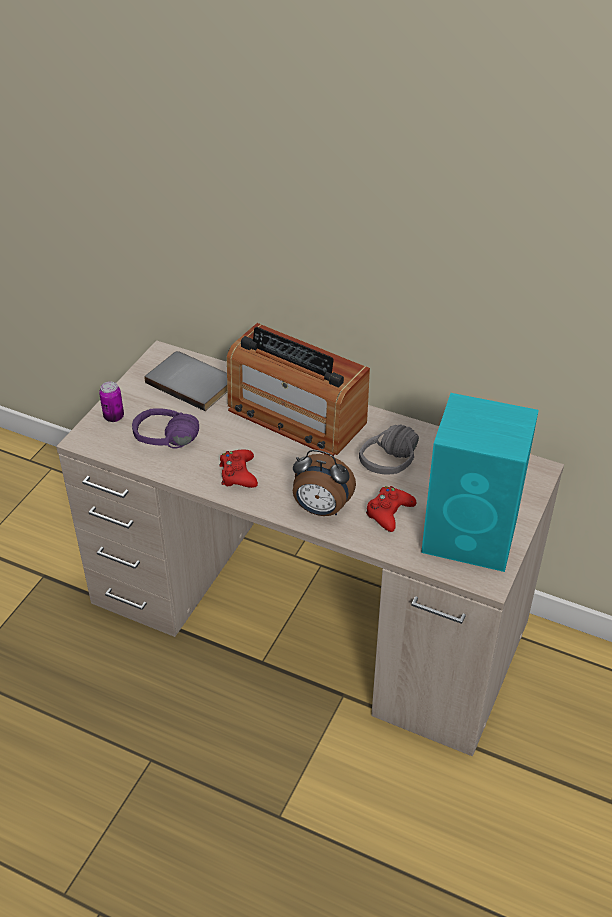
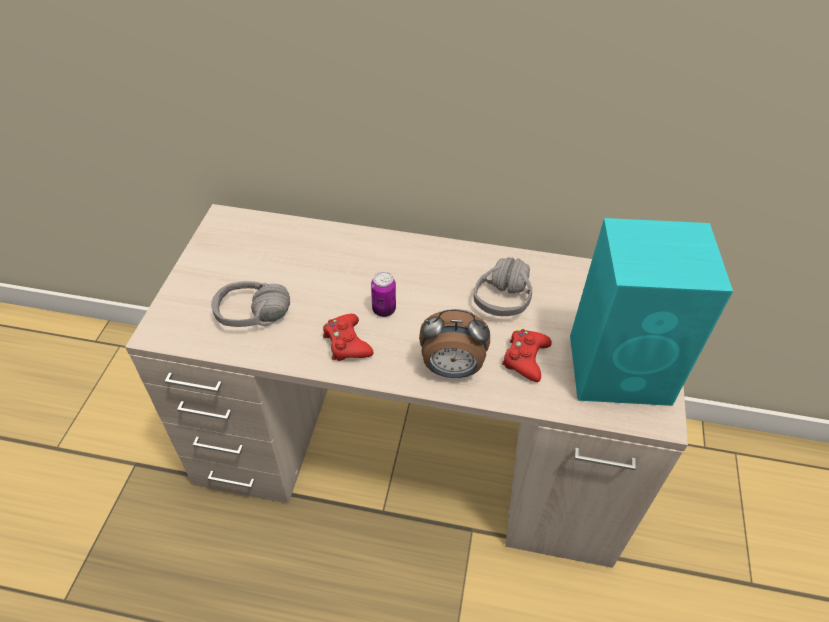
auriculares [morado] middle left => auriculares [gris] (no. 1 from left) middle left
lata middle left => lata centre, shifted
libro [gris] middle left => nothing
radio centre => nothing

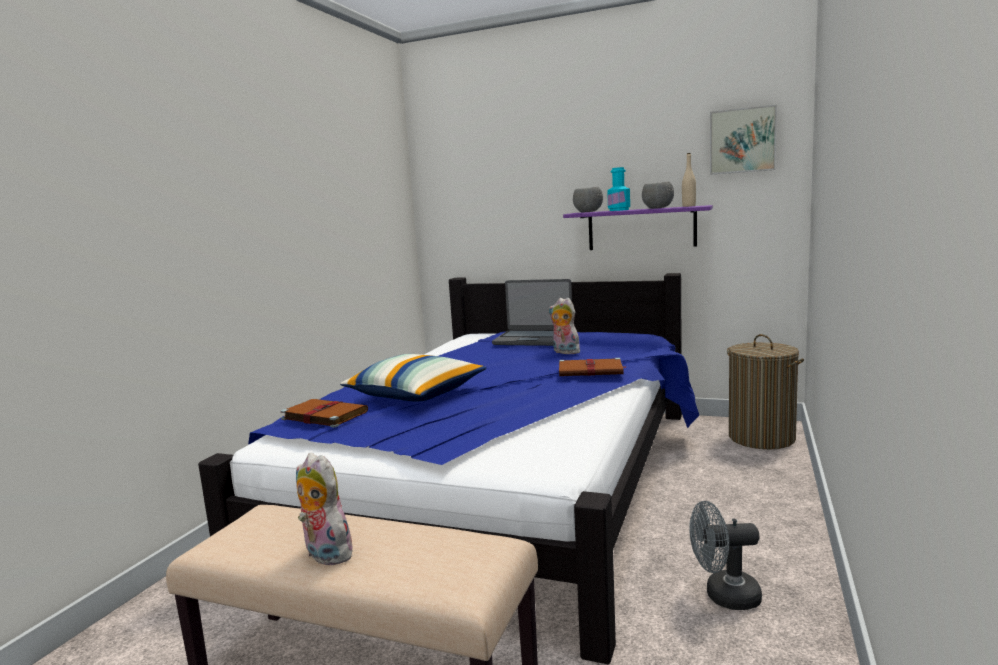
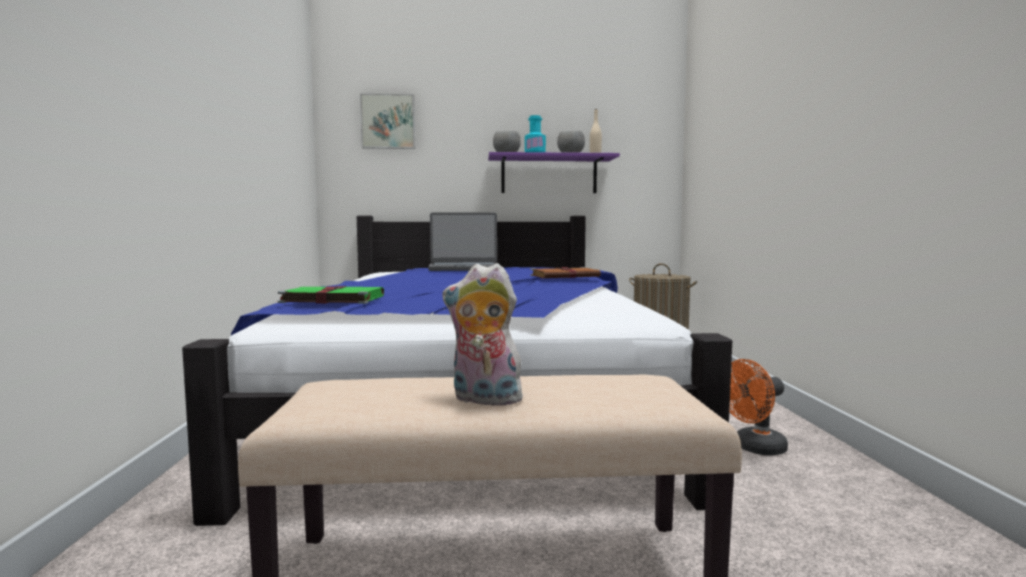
libro [marrón] (no. 1 from left) middle left => libro [verde] middle left
cuadro top right => cuadro top centre, shifted
ventilador [gris] bottom right => ventilador [naranja] bottom right
cojín centre => nothing
peluche (no. 2 from left) centre => nothing

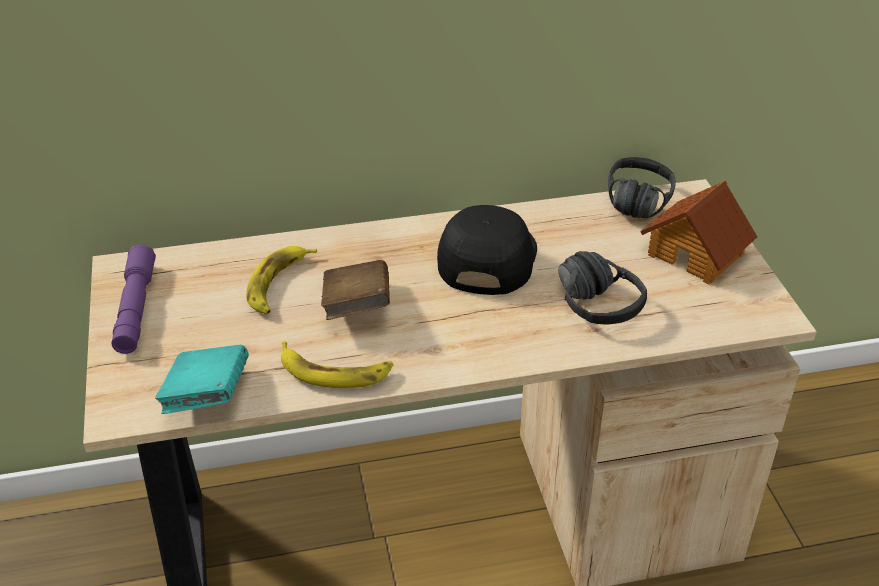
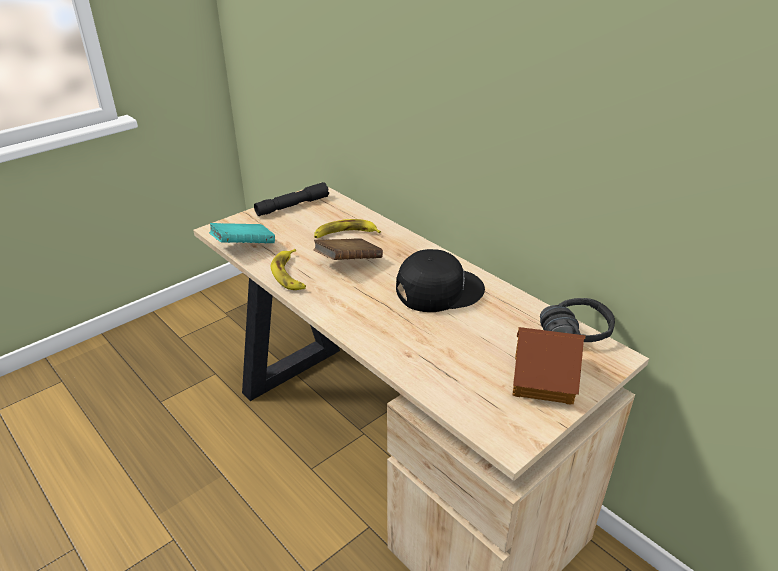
linterna [morado] middle left => linterna [negro] centre
auriculares [negro] (no. 1 from left) middle right => nothing

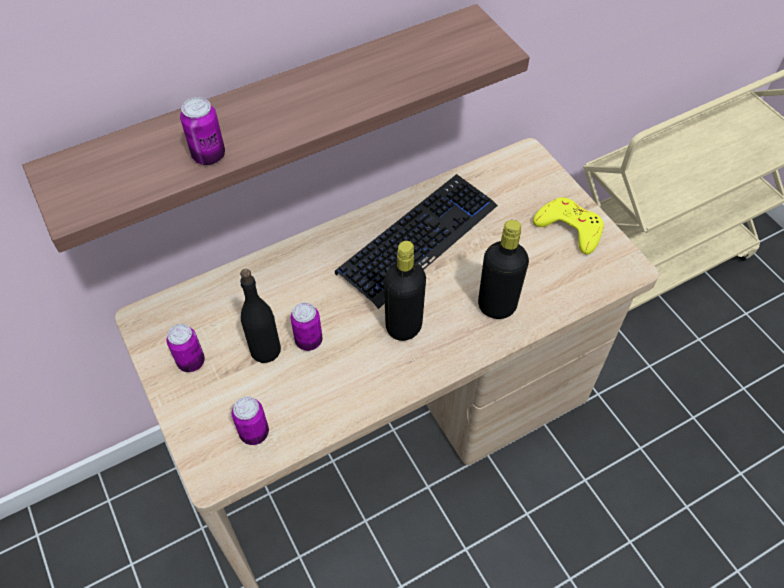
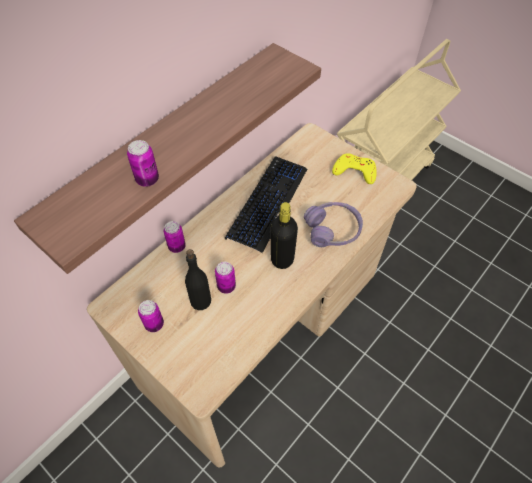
lata (no. 3 from left) bottom left => lata (no. 3 from left) middle left, shifted
botella [negro] (no. 3 from left) centre => auriculares [morado] centre

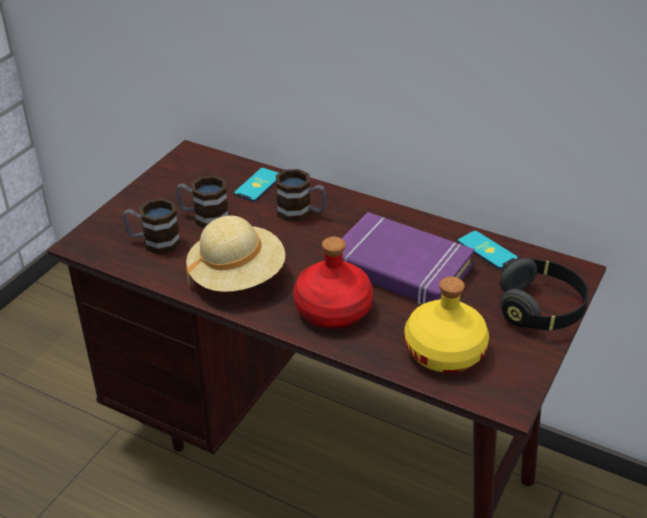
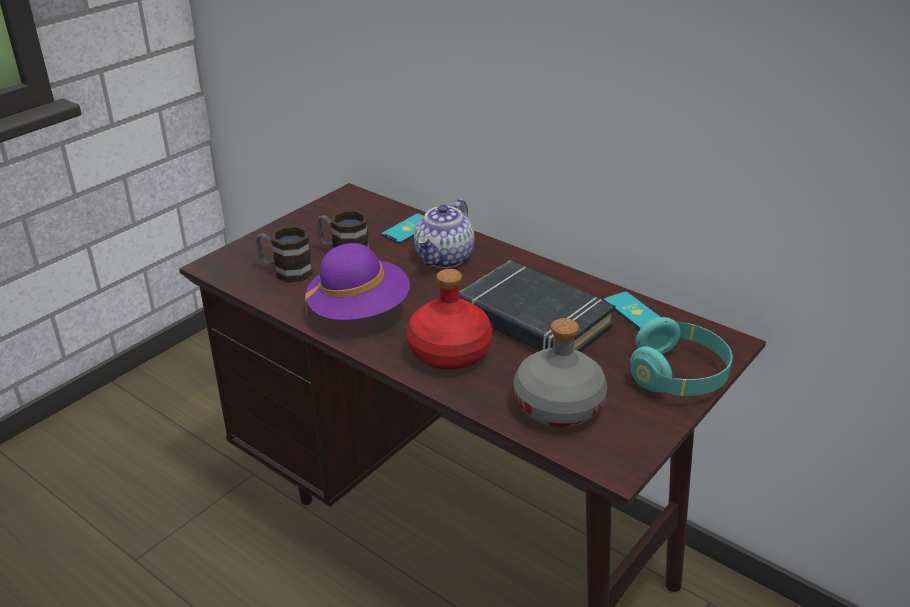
sombrero [beis] centre => sombrero [morado] centre
taza grande (no. 3 from left) centre => tetera centre
libro [morado] centre => libro [negro] centre
botella [amarillo] middle right => botella [gris] centre
auriculares [negro] middle right => auriculares [turquesa] middle right

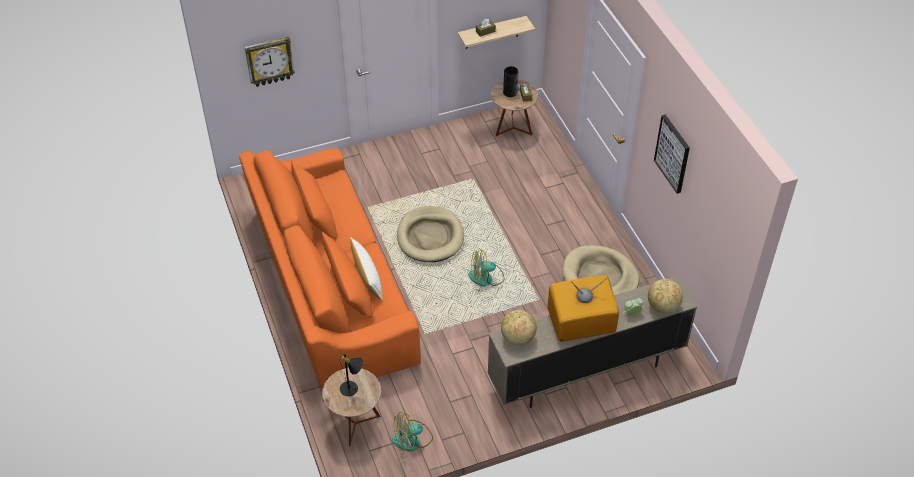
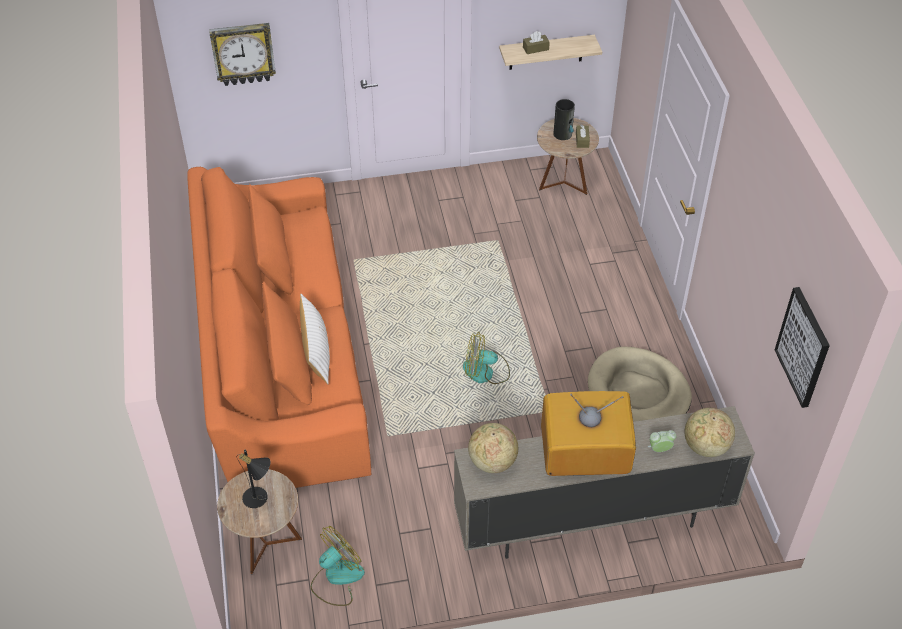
ventilador (no. 1 from left) bottom centre, 150 degrees clockwise
cuadro top right => cuadro middle right, shifted
cama para perro [beis] (no. 1 from left) centre => nothing

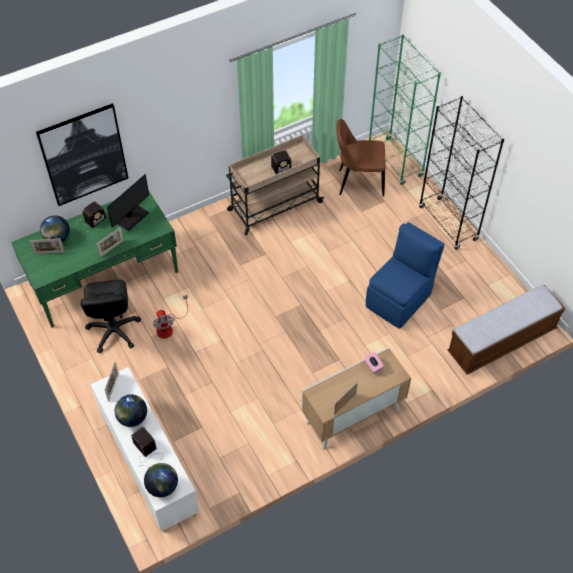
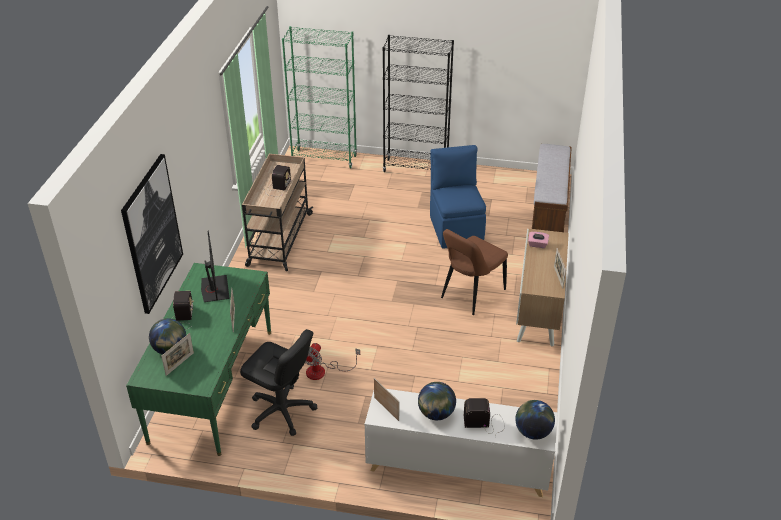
ventilador middle left => ventilador bottom centre, 90 degrees clockwise
silla [marrón] top centre => silla [marrón] centre, shifted

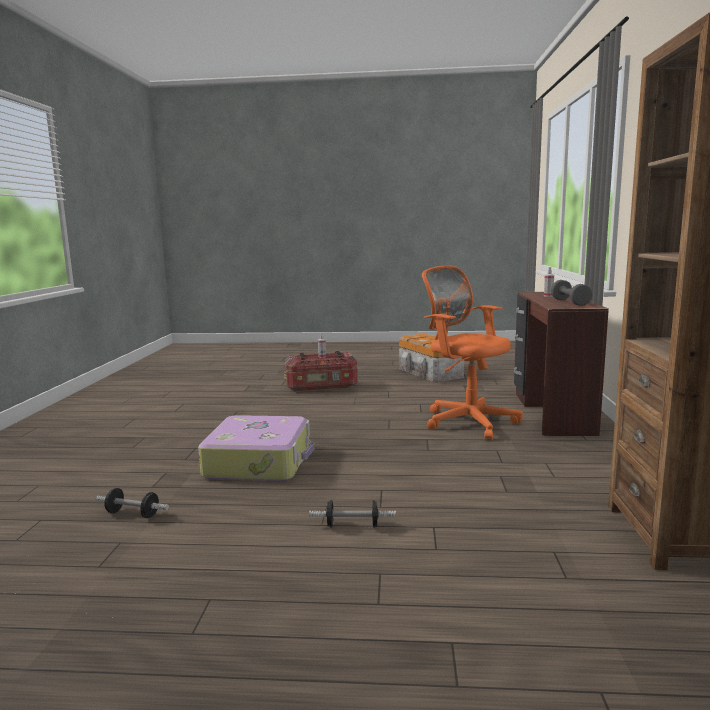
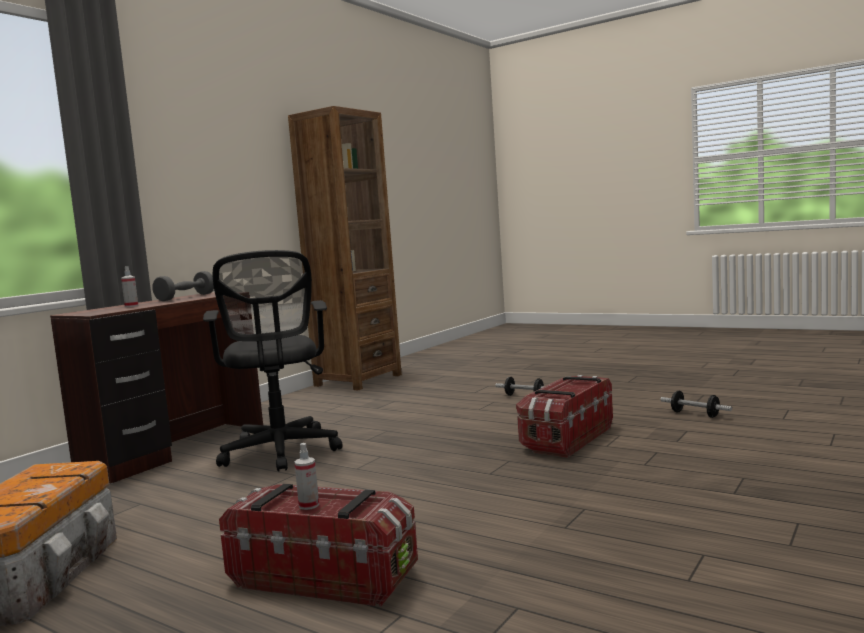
silla de oficina [naranja] centre => silla de oficina [negro] middle left
maleta centre => caja de almacenaje (no. 3 from left) centre

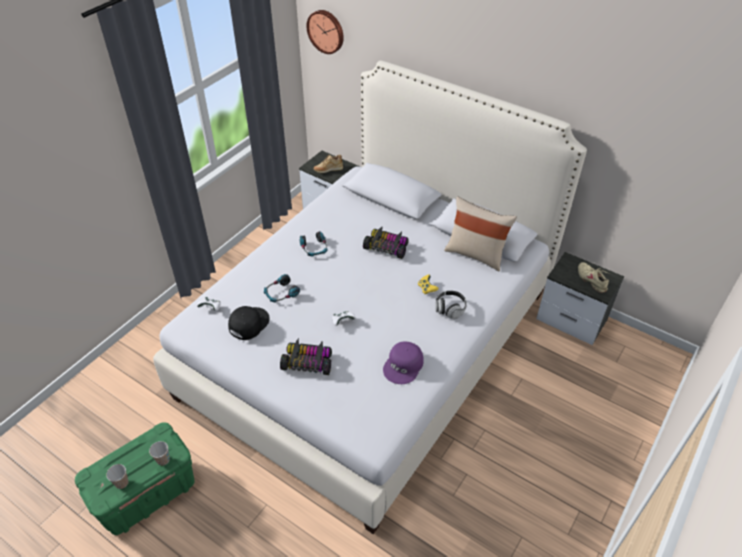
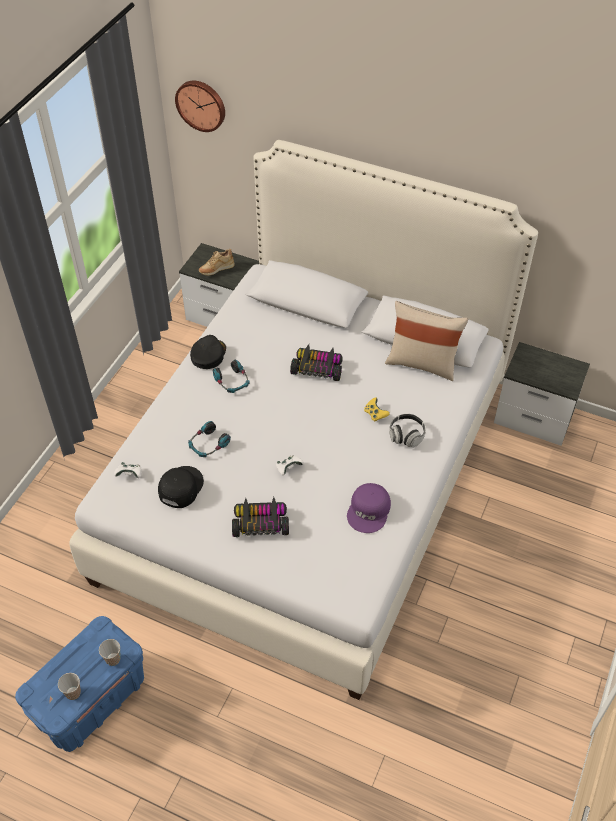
caja de almacenaje [verde] bottom left => caja de almacenaje [azul] bottom left
nothing => gorra [negro] (no. 2 from left) centre
zapato [beis] (no. 2 from left) middle right => nothing

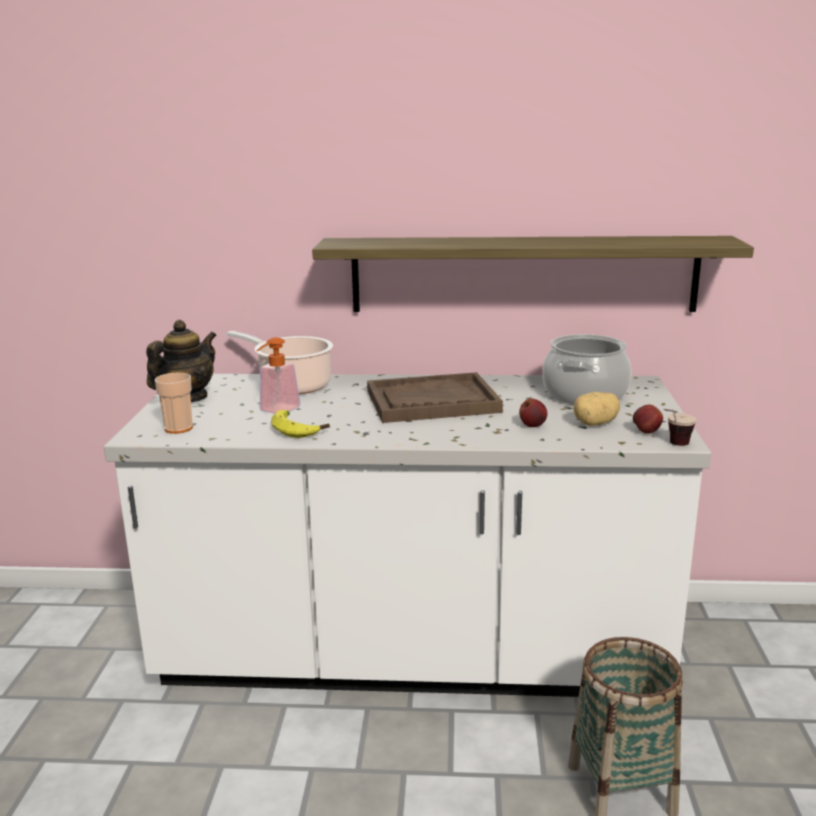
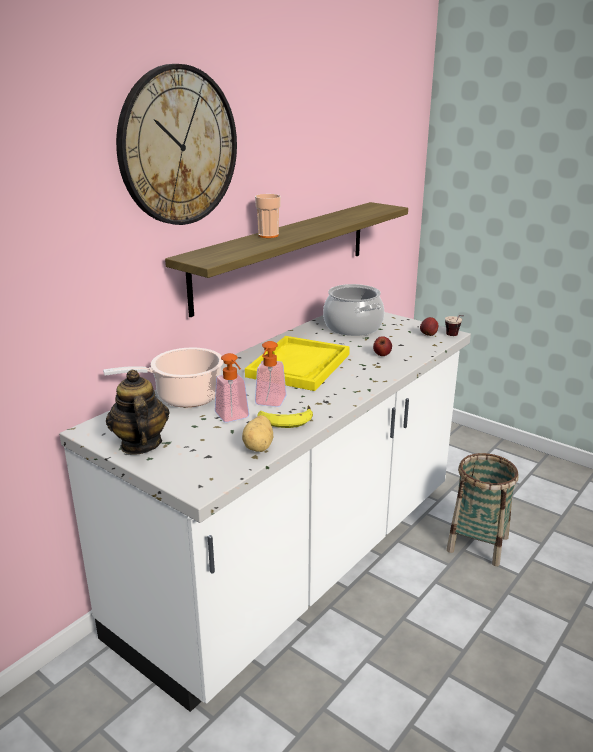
nothing => reloj de pared top left
patata middle right => patata centre, shifted
bandeja [marrón] centre => bandeja [amarillo] centre
taza (no. 1 from left) middle left => taza (no. 1 from left) top centre, shifted
nothing => dispensador de jabón (no. 2 from left) centre

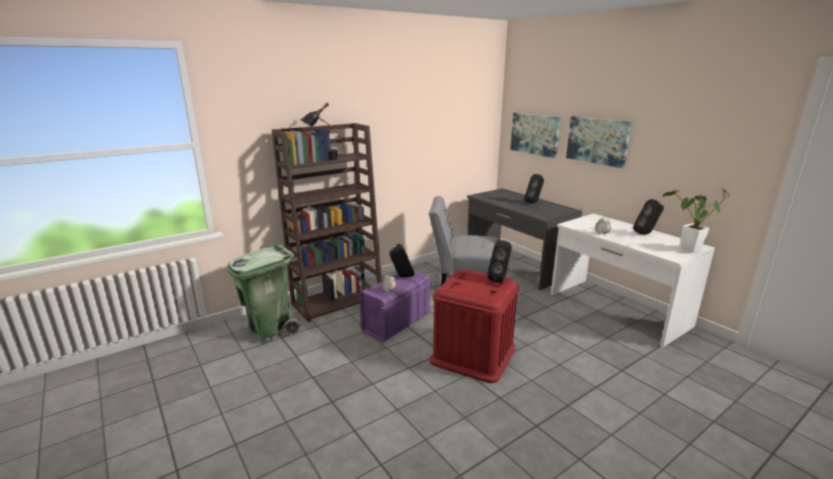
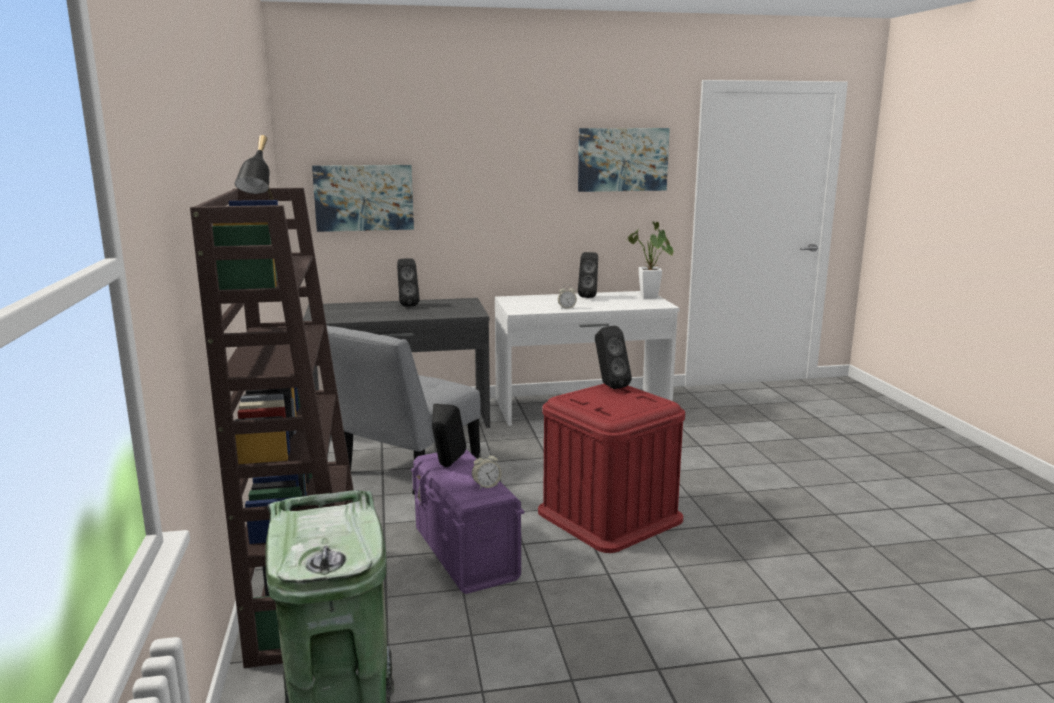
cuadro (no. 2 from left) top right => cuadro (no. 2 from left) top centre, shifted

